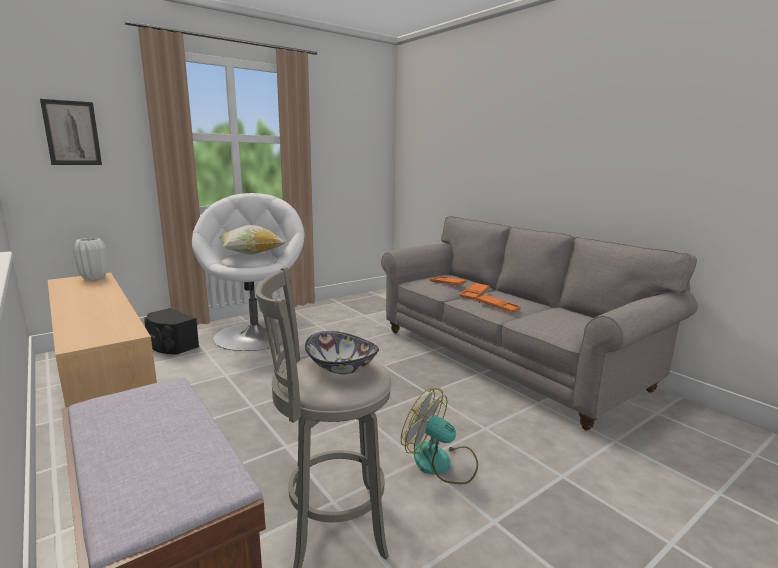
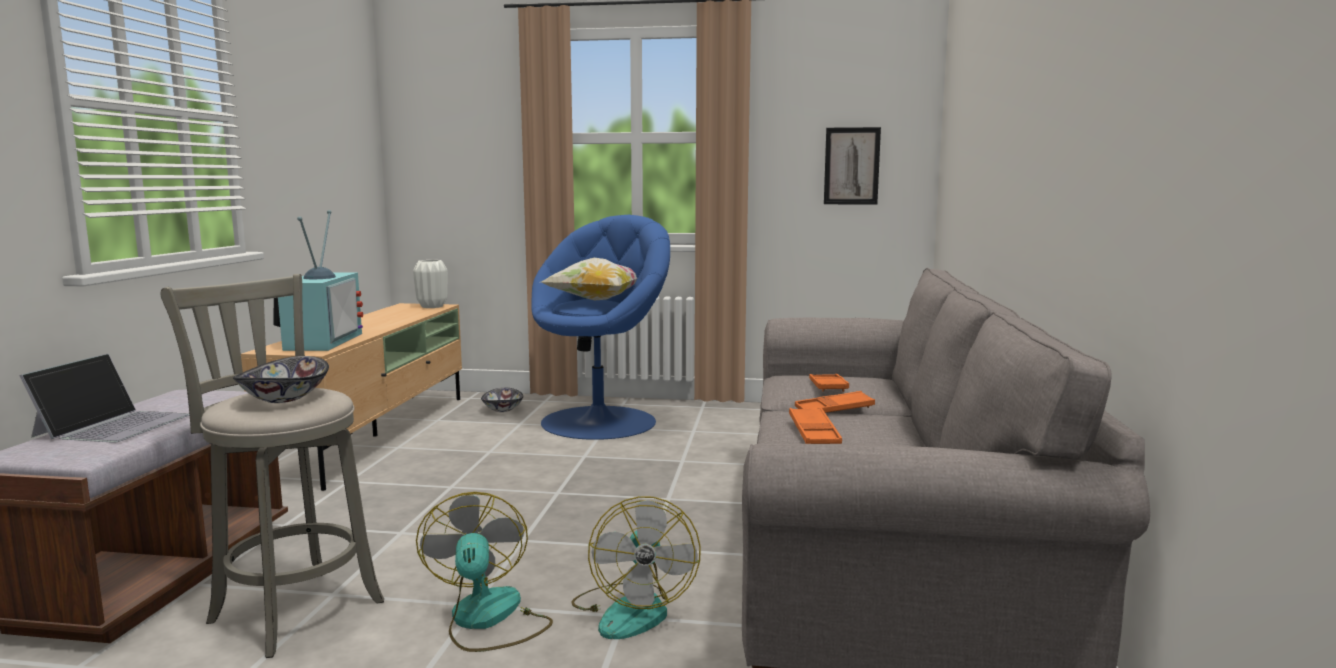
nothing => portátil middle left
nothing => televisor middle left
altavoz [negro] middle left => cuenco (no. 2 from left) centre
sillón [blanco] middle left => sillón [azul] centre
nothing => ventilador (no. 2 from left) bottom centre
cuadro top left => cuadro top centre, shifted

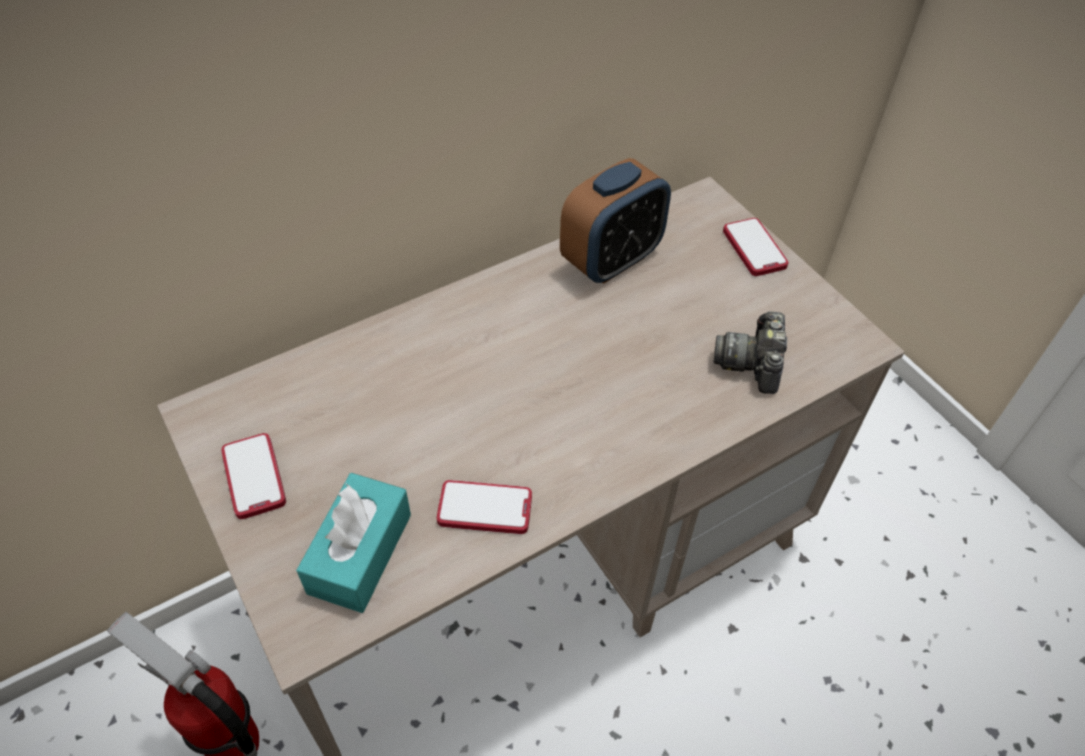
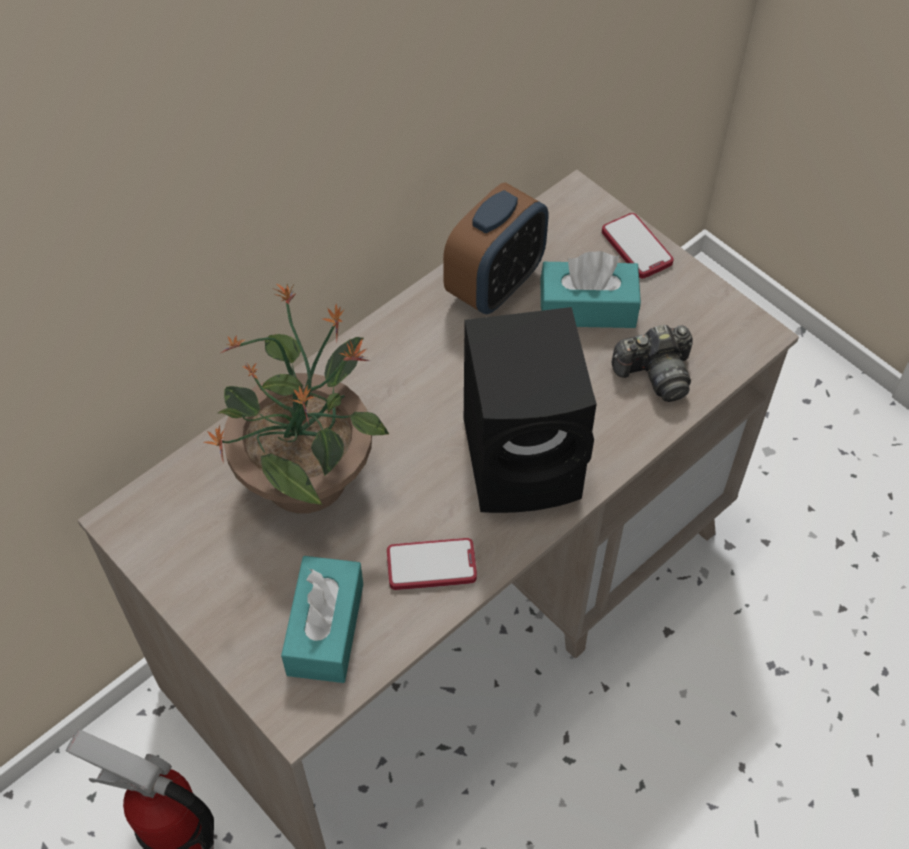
nothing => planta en maceta middle left
nothing => altavoz [negro] centre
nothing => caja de pañuelos [turquesa] (no. 2 from left) centre
cámara middle right, 105 degrees counterclockwise
móvil (no. 1 from left) middle left => nothing

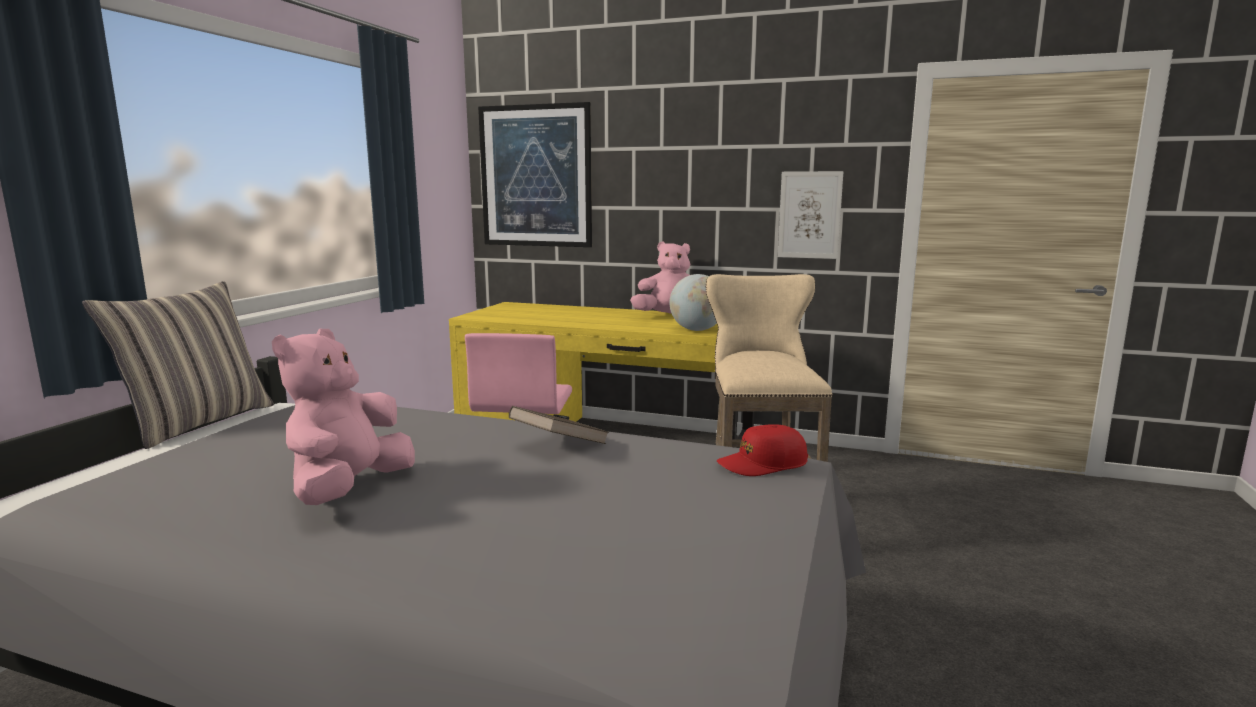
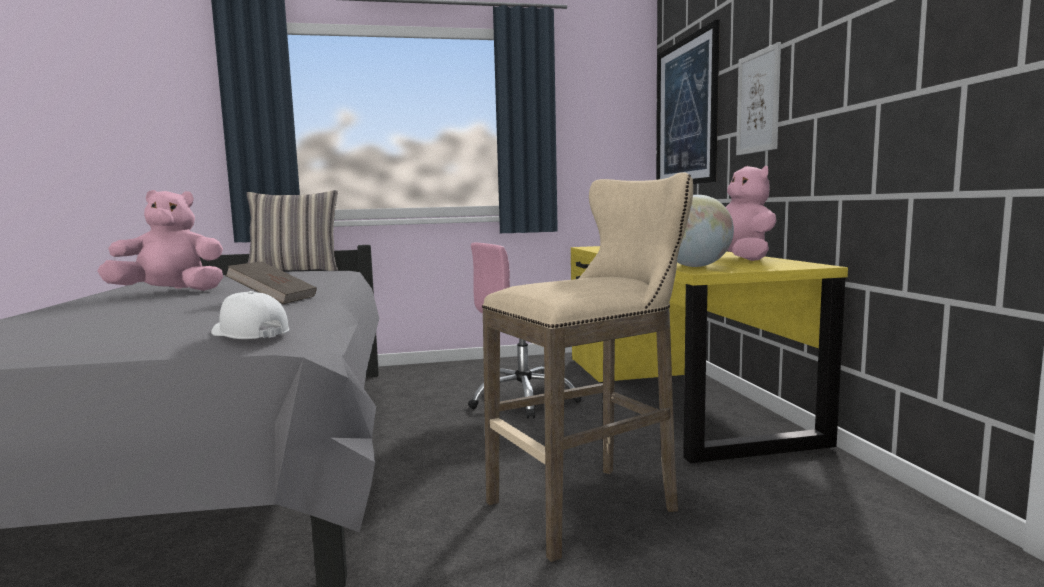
gorra [rojo] centre => gorra [blanco] middle left
cuadro (no. 2 from left) top centre => cuadro (no. 2 from left) top right, shifted

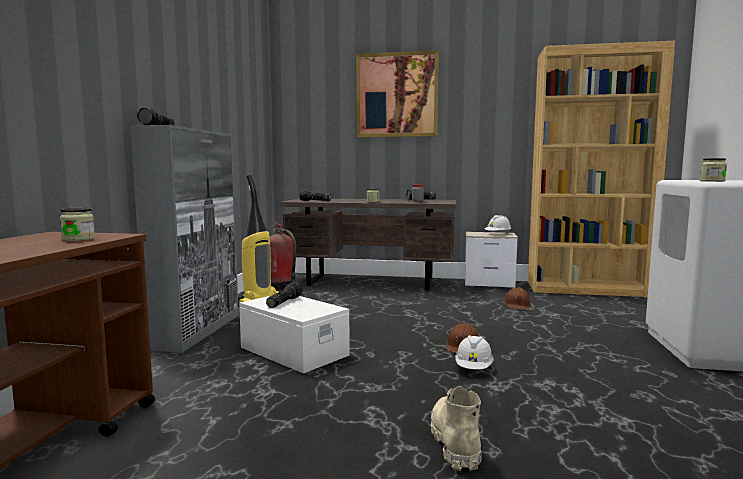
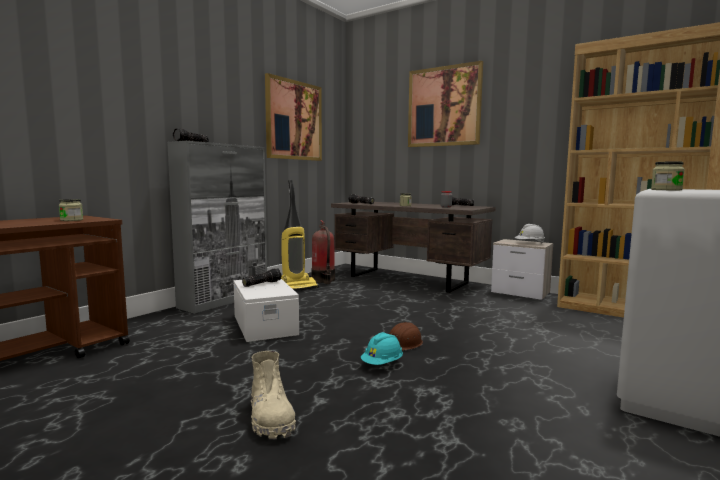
bota [beis] bottom centre, 135 degrees clockwise
nothing => cuadro (no. 1 from left) top centre
casco [blanco] (no. 1 from left) bottom centre => casco [turquesa] bottom centre
casco [marrón] (no. 2 from left) middle right => nothing

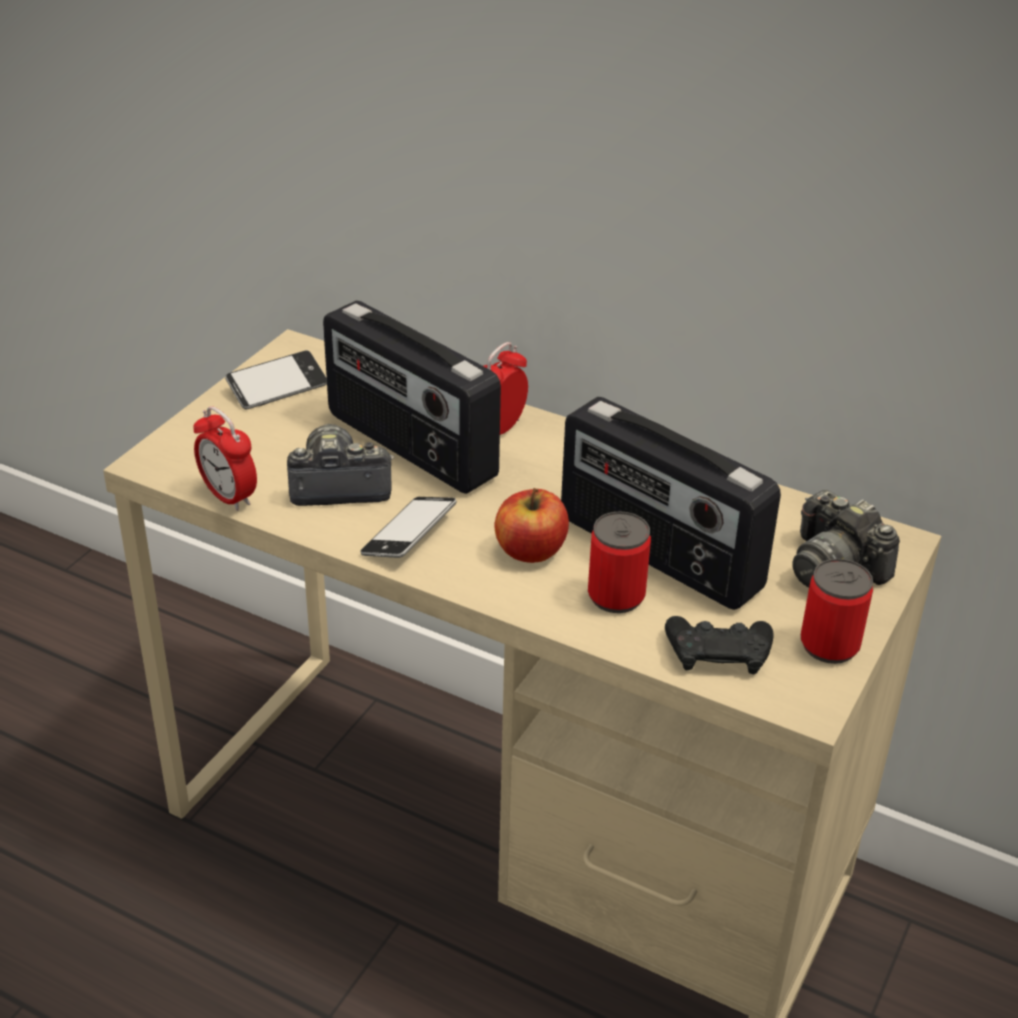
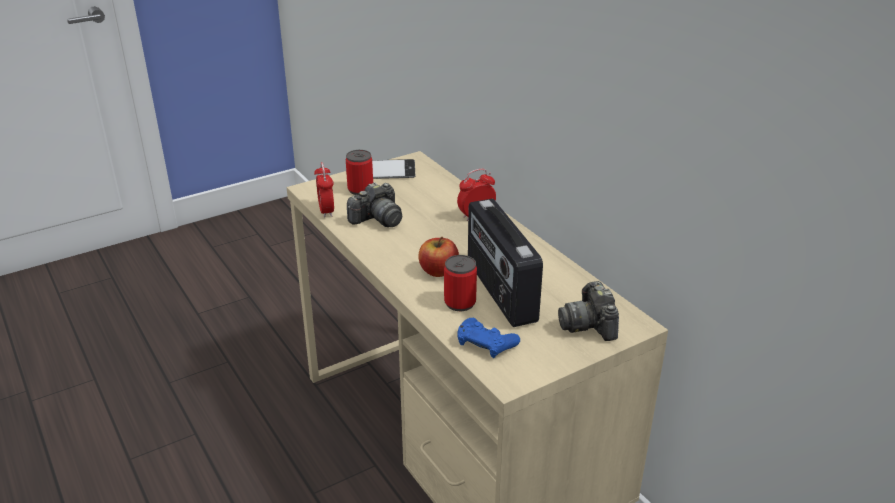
lata (no. 2 from left in the first image) middle right => lata (no. 1 from left) centre, shifted
cámara (no. 1 from left) centre, 120 degrees clockwise
mando de consola [negro] middle right => mando de consola [azul] bottom centre
radio (no. 1 from left) centre => nothing
móvil (no. 2 from left) centre => nothing

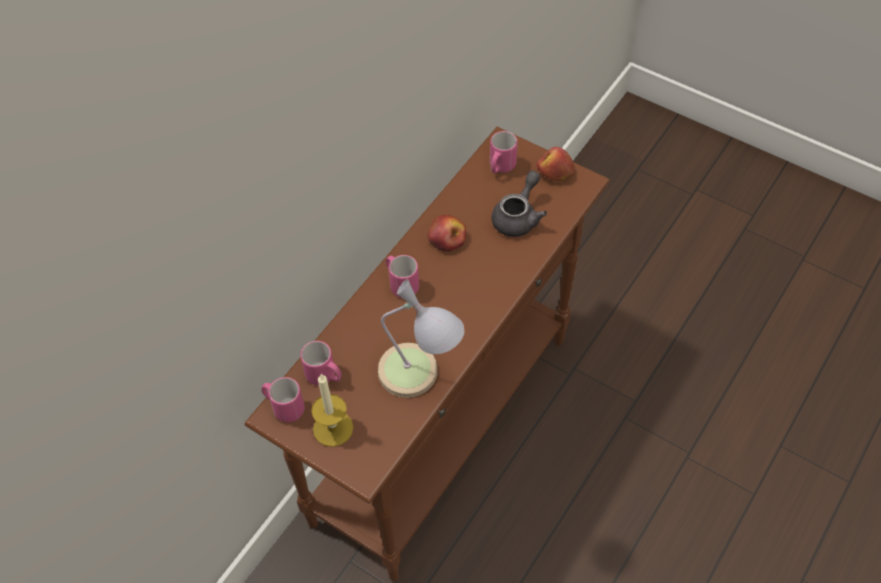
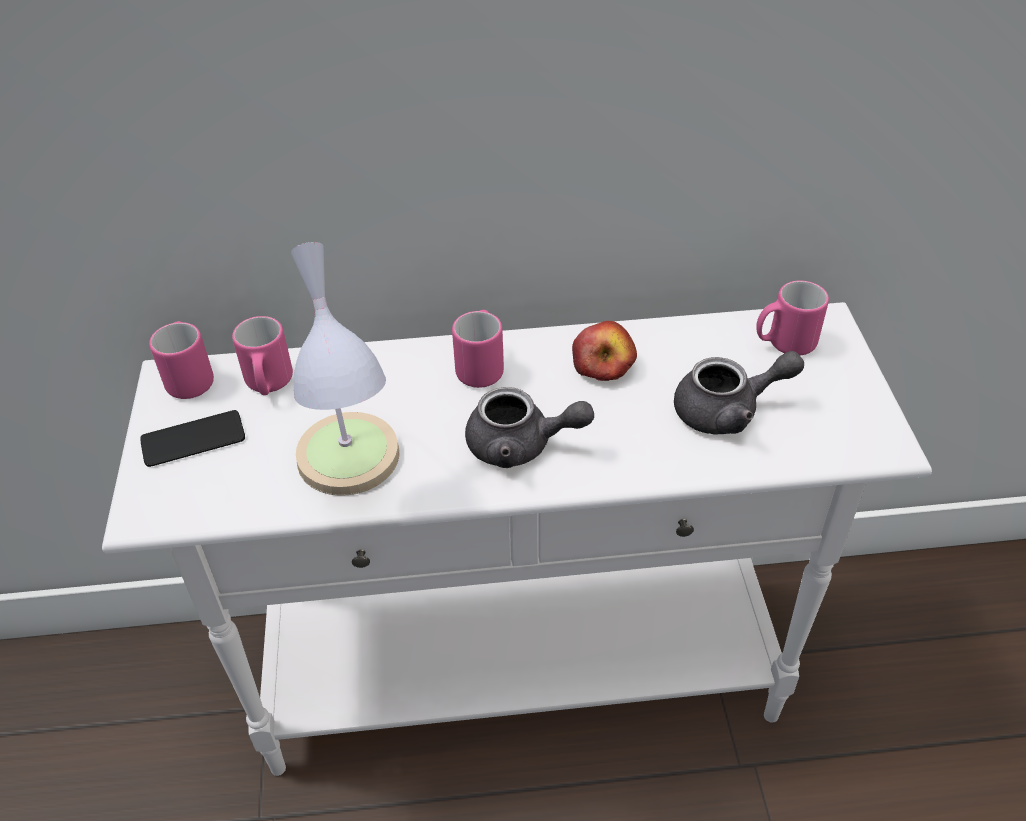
mesa consola [marrón] centre => mesa consola [blanco] centre
vela bottom centre => móvil middle left
nothing => tetera [gris] (no. 1 from left) centre
manzana (no. 2 from left) top centre => nothing

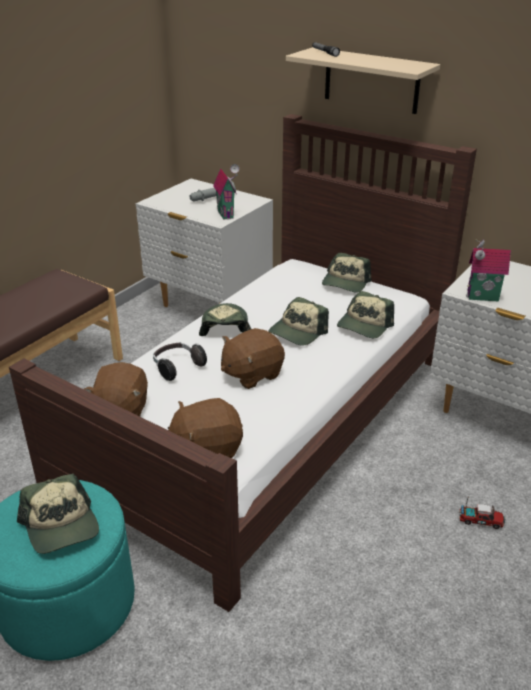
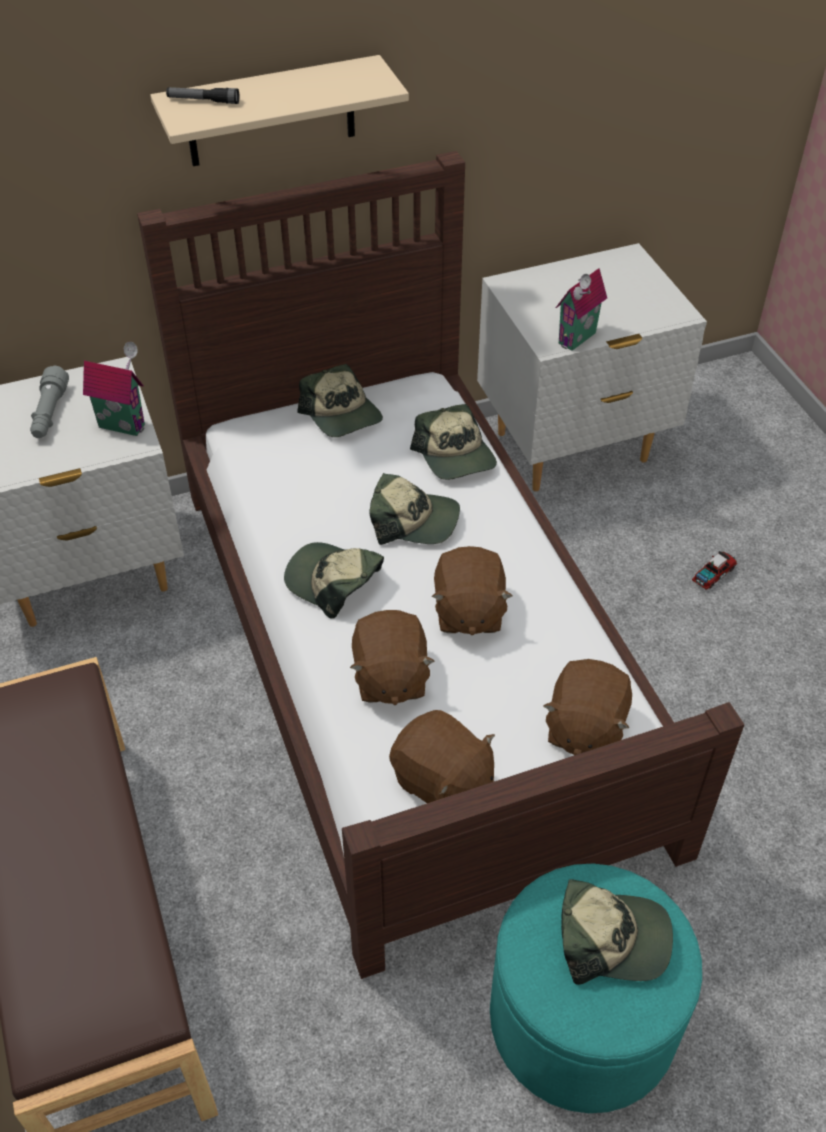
auriculares centre => peluche [marrón] (no. 1 from left) centre
gorra (no. 3 from left) centre, 60 degrees counterclockwise

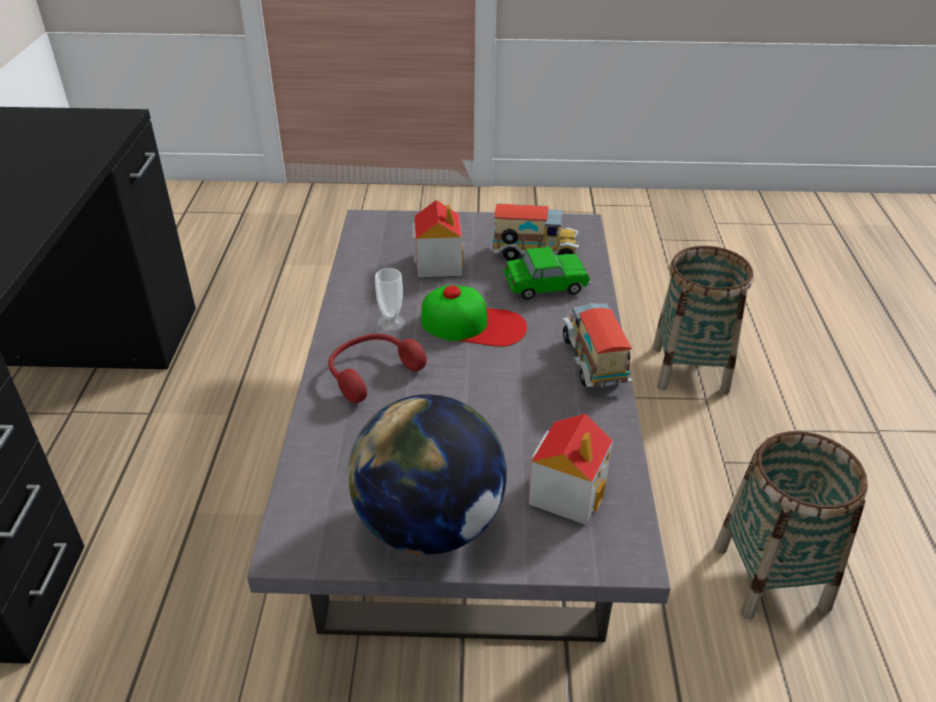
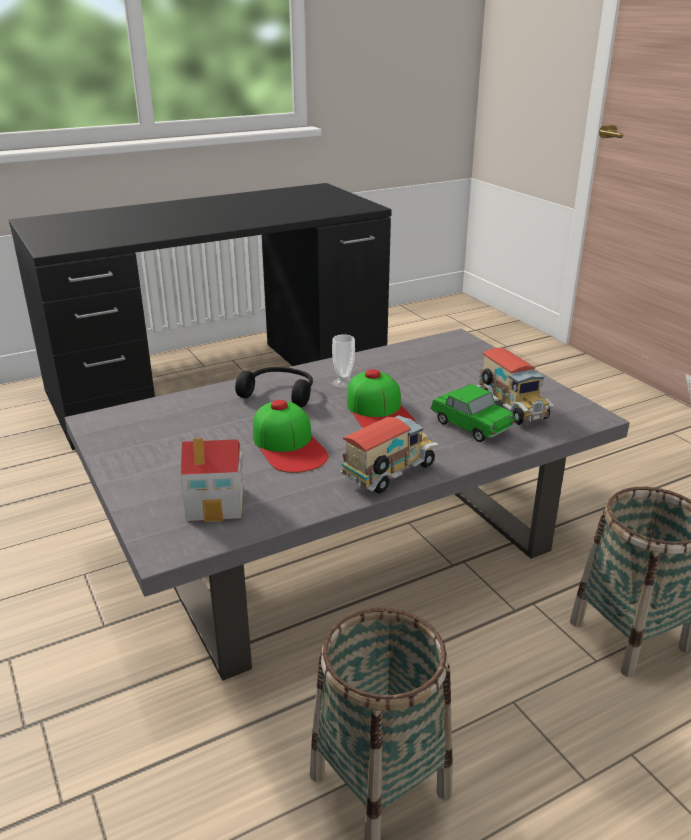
auriculares [rojo] centre => auriculares [negro] centre
nothing => gorra (no. 1 from left) centre
globo terráqueo bottom centre => nothing
casita (no. 1 from left) centre => nothing

